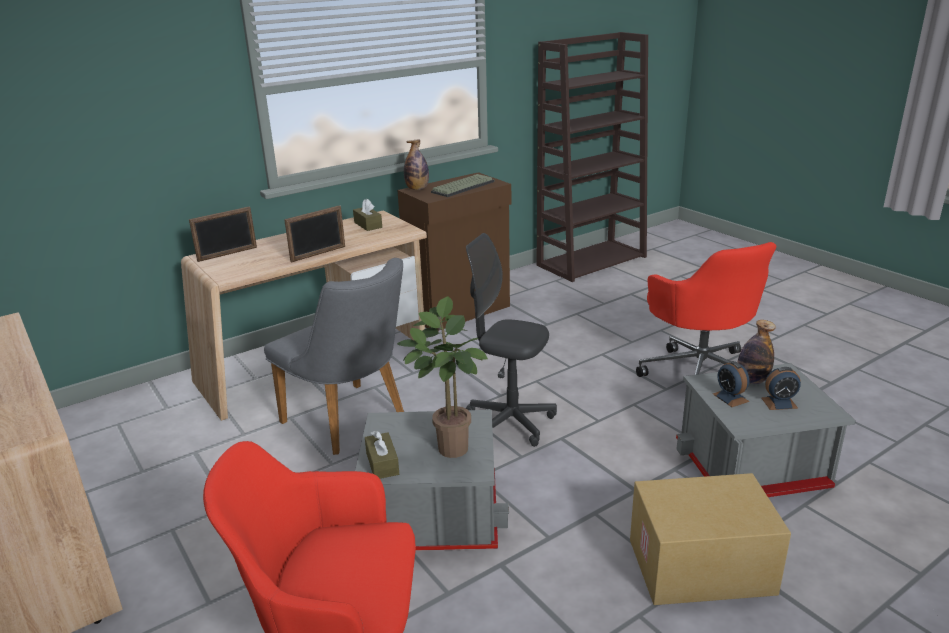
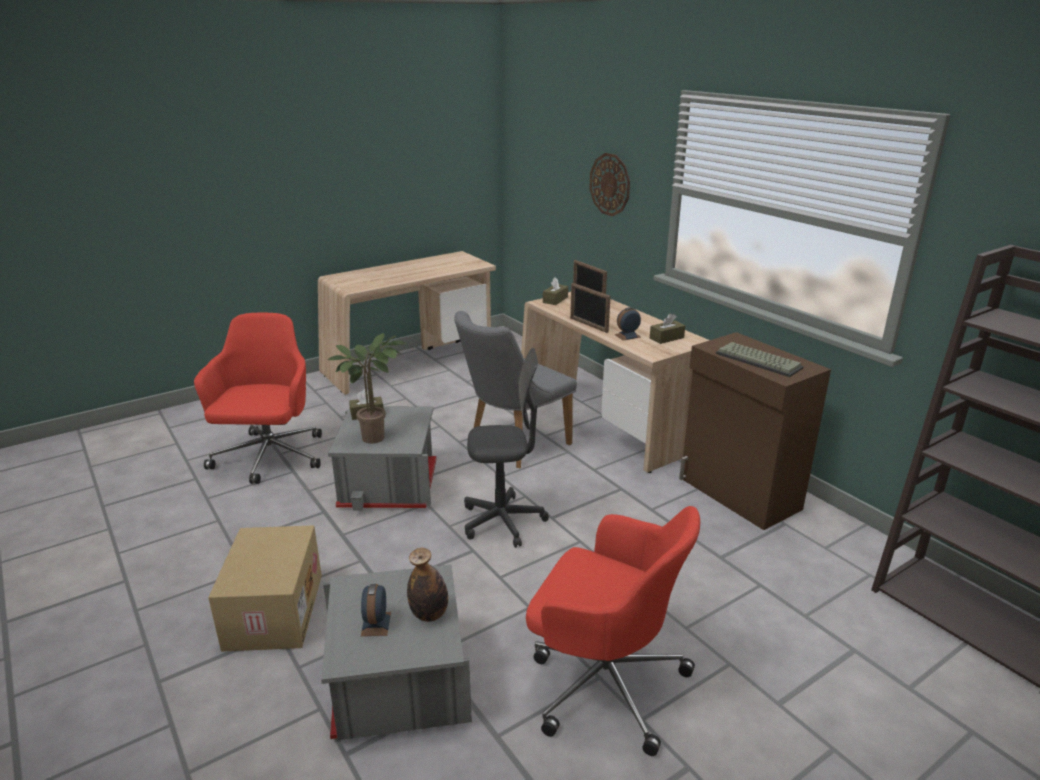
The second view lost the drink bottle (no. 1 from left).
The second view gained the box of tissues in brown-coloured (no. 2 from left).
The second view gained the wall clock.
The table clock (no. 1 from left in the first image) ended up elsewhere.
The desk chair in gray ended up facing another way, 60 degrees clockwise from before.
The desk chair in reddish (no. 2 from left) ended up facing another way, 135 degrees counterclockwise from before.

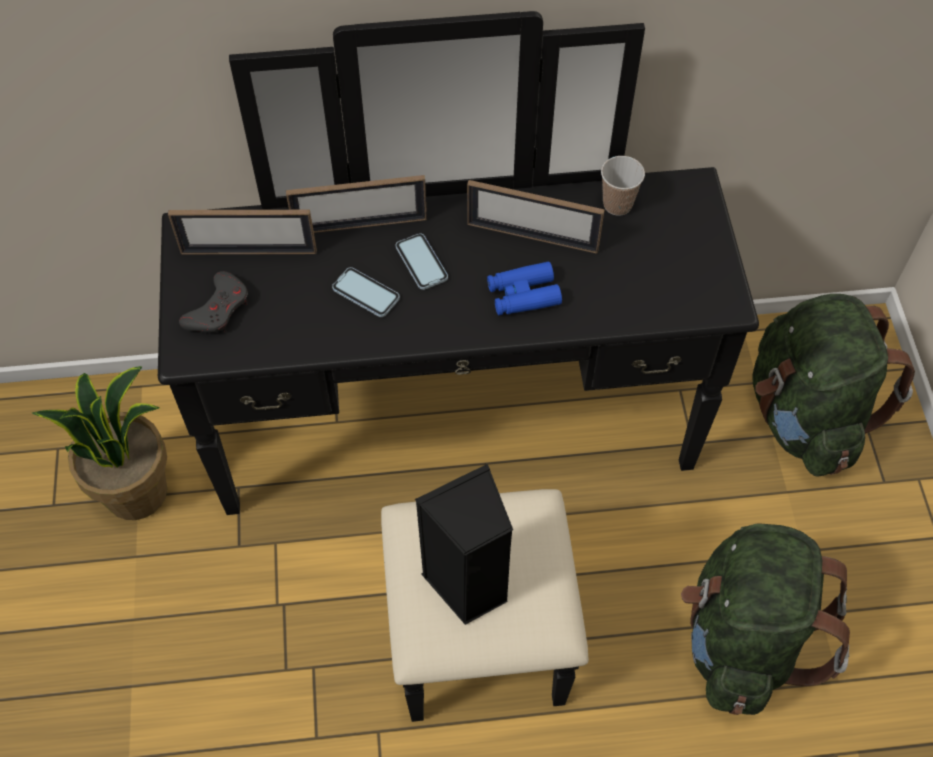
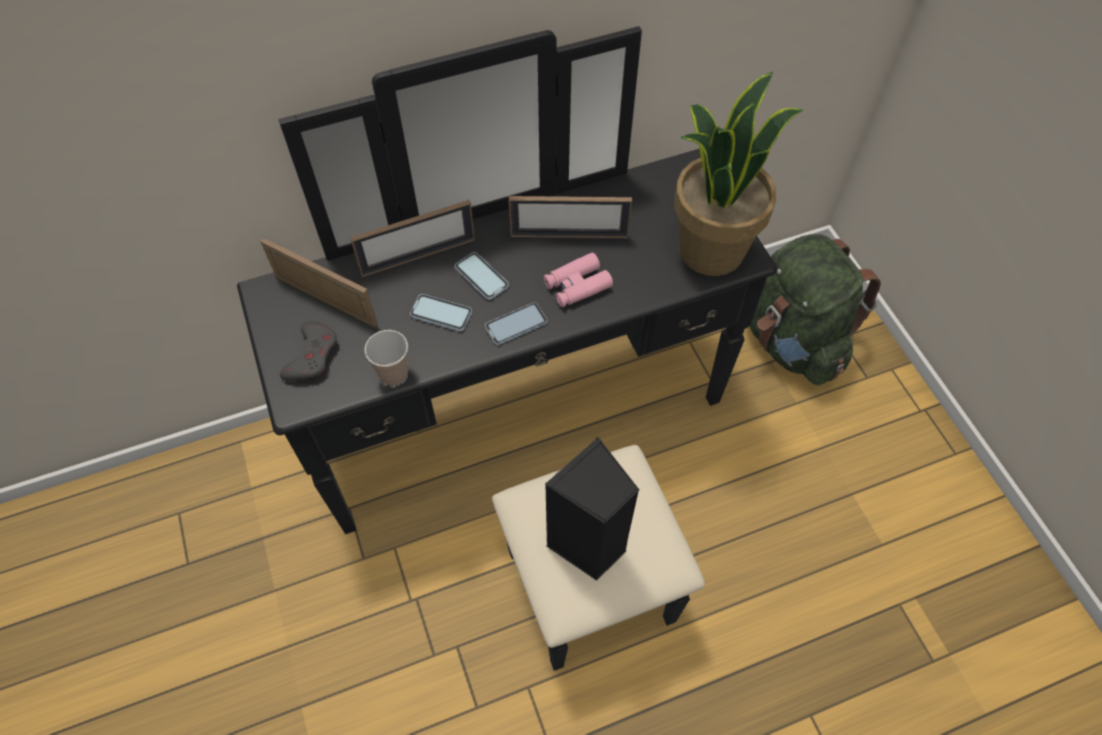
The second view lost the backpack in green-coloured (no. 1 from left).
The second view gained the telephone (no. 3 from left).
The plant in a pot ended up elsewhere.
The small cup ended up elsewhere.
What was the binoculars in bluish turned into the binoculars in pinkish.
The standing frame (no. 1 from left) ended up facing another way, 135 degrees counterclockwise from before.

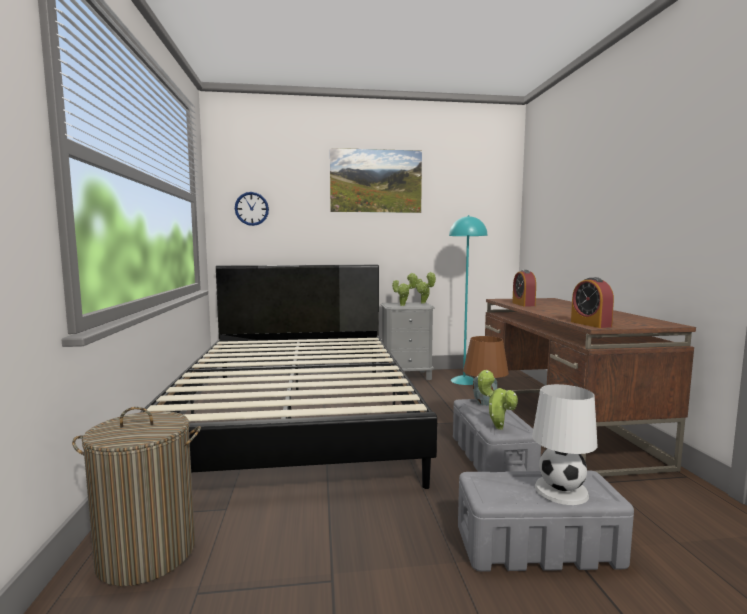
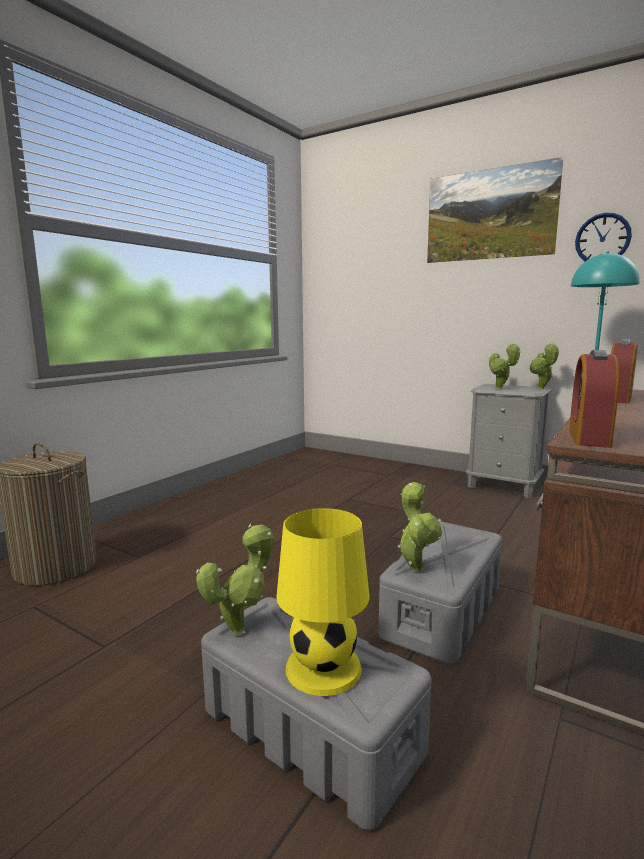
The second view lost the bedroom bed in blackish.
The second view lost the table lamp in brown-coloured.
The second view gained the plant in a pot (no. 1 from left).
The wall clock ended up elsewhere.
What was the table lamp in white-coloured turned into the table lamp in yellow.

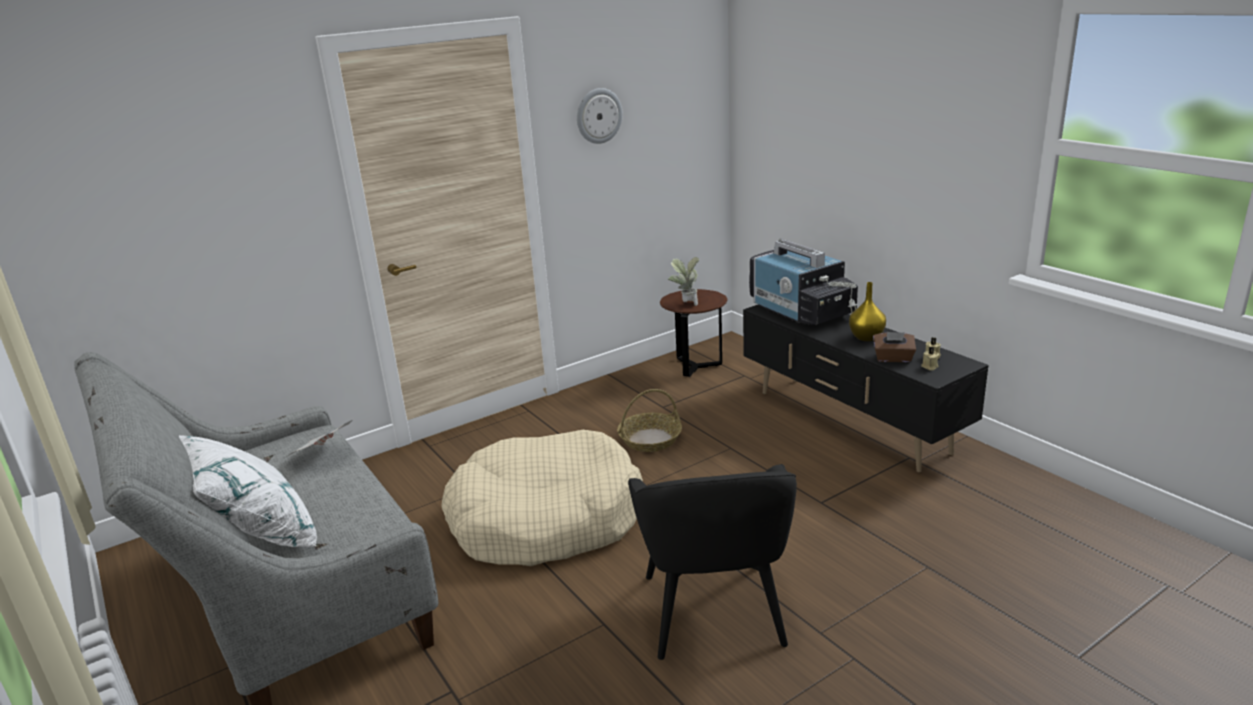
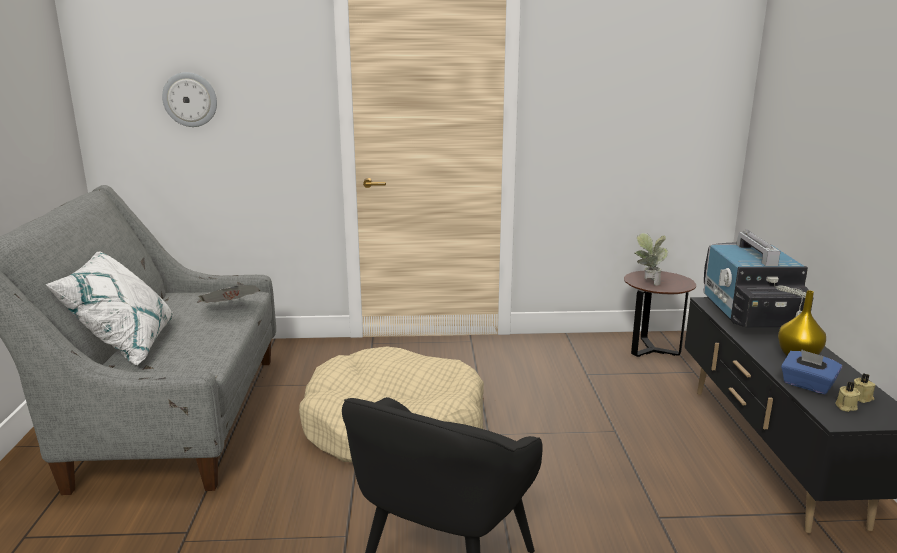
The second view lost the storage basket.
The wall clock ended up elsewhere.
What was the box of tissues in brown-coloured turned into the box of tissues in bluish.

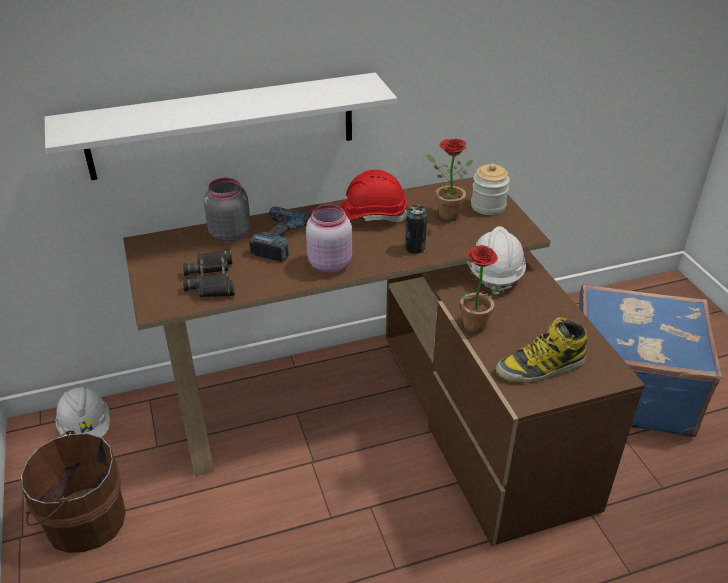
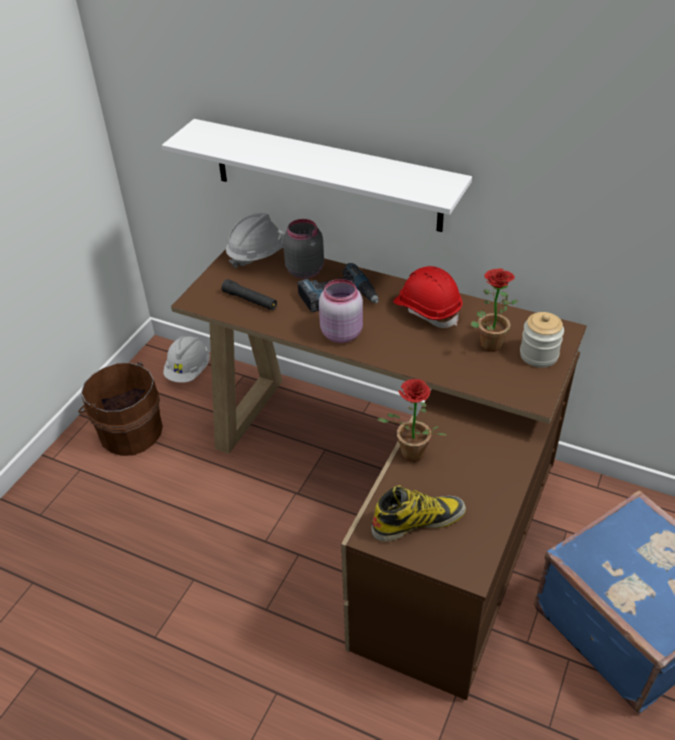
The second view lost the can.
The work helmet in white-coloured (no. 2 from left) ended up elsewhere.
Where the binoculars in blackish stood, the hand torch in blackish came to stand.
The high-top boot ended up facing another way, 135 degrees clockwise from before.

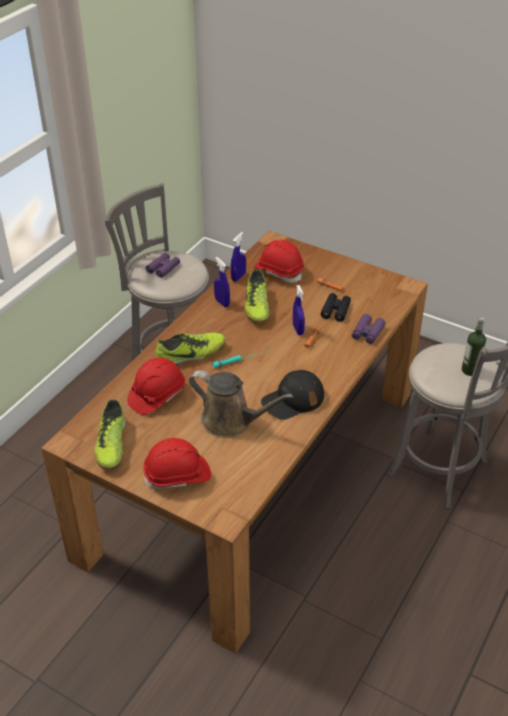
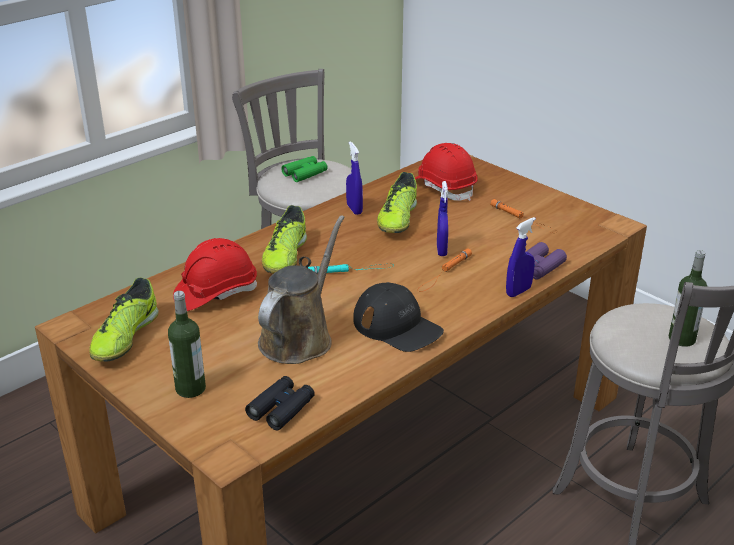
The sprayer in bluish (no. 2 from left in the first image) ended up elsewhere.
The binoculars in blackish ended up elsewhere.
Where the work helmet in reddish (no. 2 from left) stood, the drink bottle (no. 1 from left) came to stand.
What was the binoculars in purple (no. 1 from left) turned into the binoculars in green-coloured.
The shoe (no. 2 from left) ended up facing another way, 105 degrees clockwise from before.
The sprinkling can in brown-coloured ended up facing another way, 105 degrees counterclockwise from before.
The peaked cap in blackish ended up facing another way, 120 degrees counterclockwise from before.

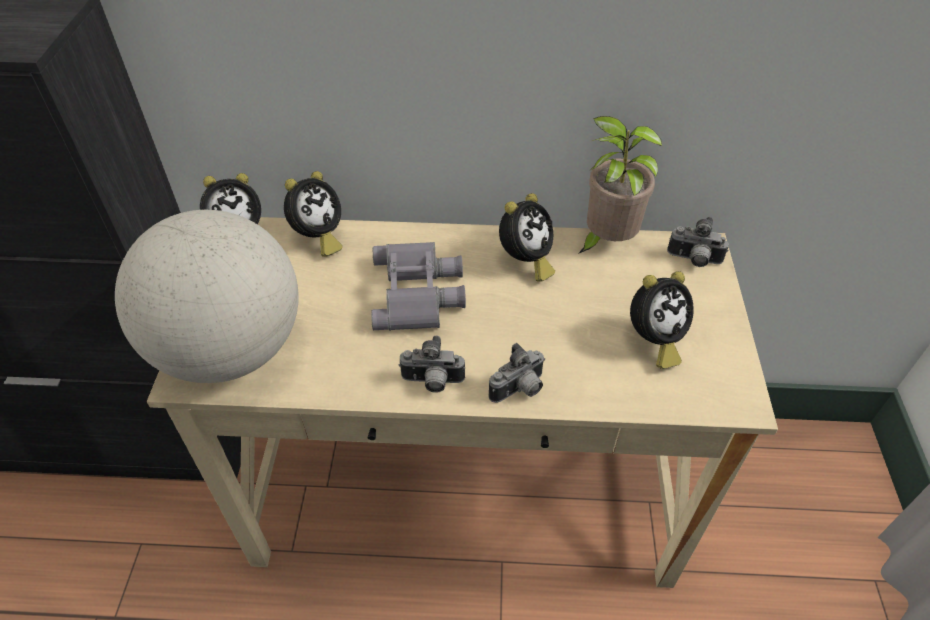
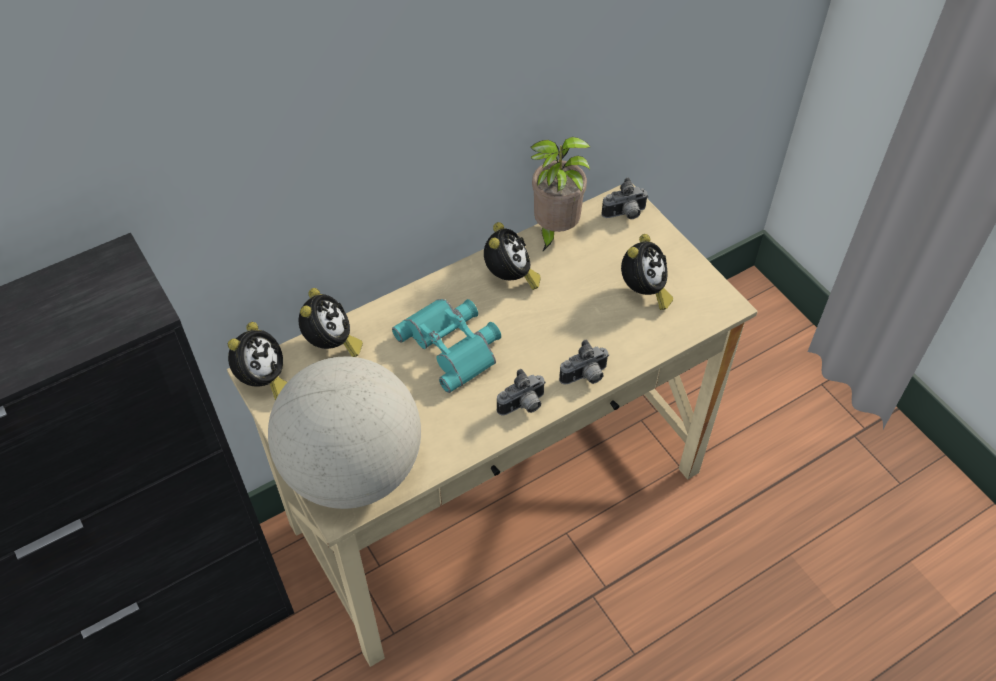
What was the binoculars in gray turned into the binoculars in turquoise-coloured.
The photo camera (no. 2 from left) ended up facing another way, 45 degrees clockwise from before.

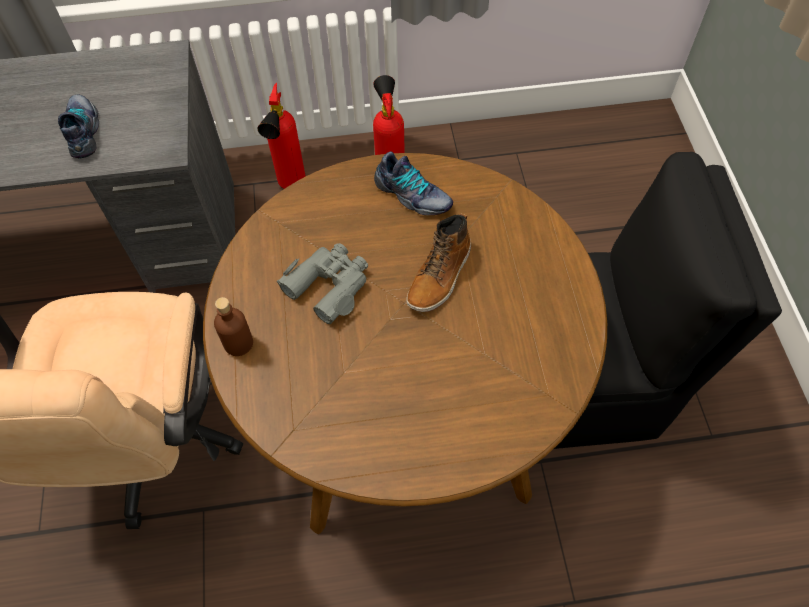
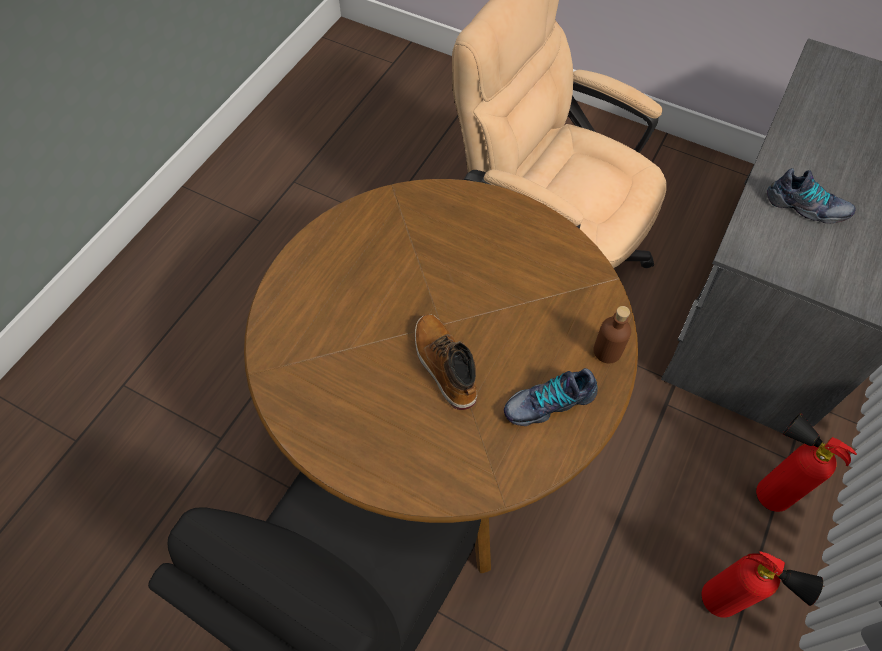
The second view lost the binoculars in gray.
The drink bottle in brown-coloured ended up elsewhere.

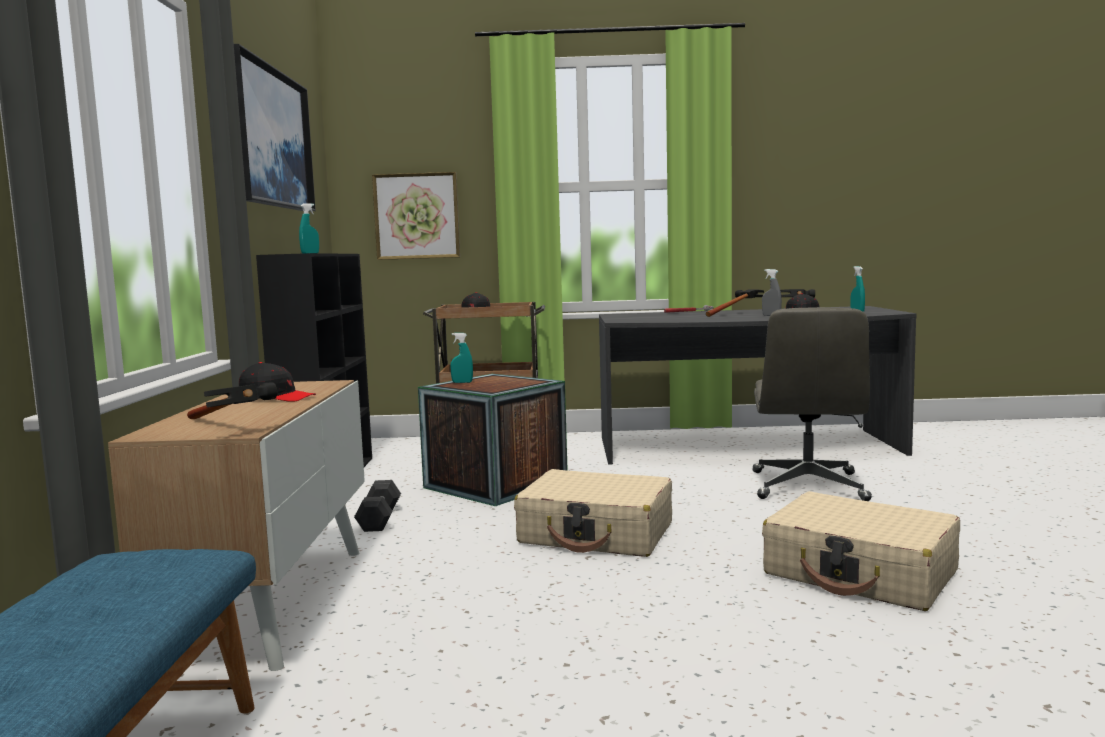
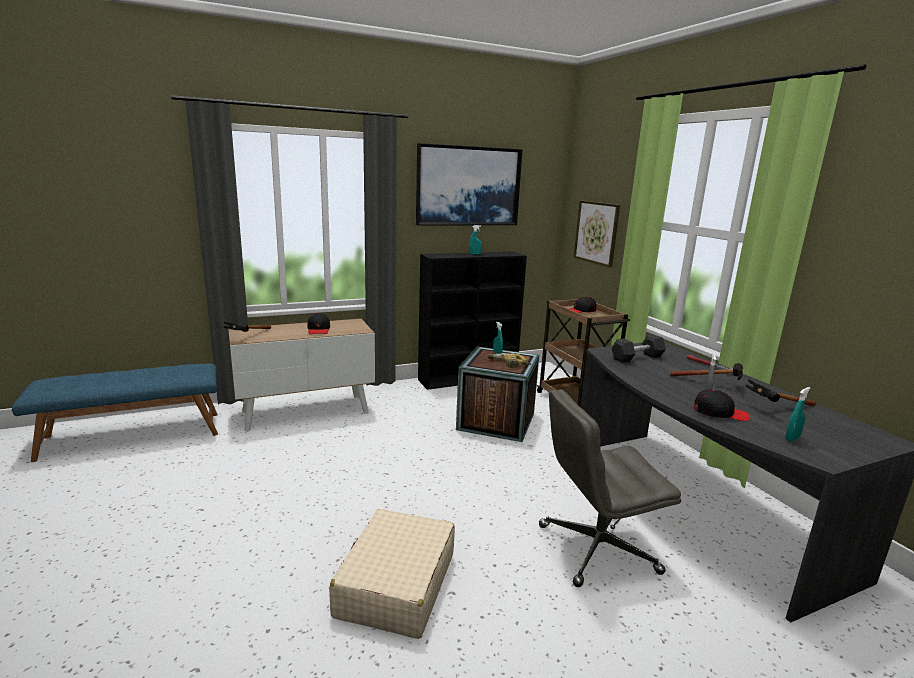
The second view lost the travel case in beige-coloured (no. 1 from left).
The second view gained the electric drill.
The free weight in gray ended up elsewhere.

